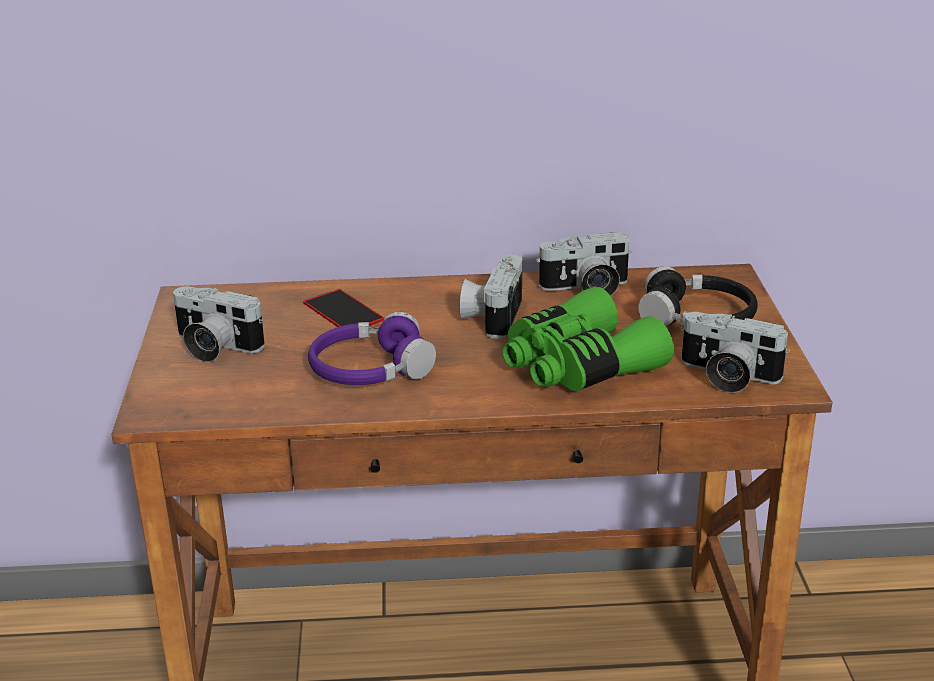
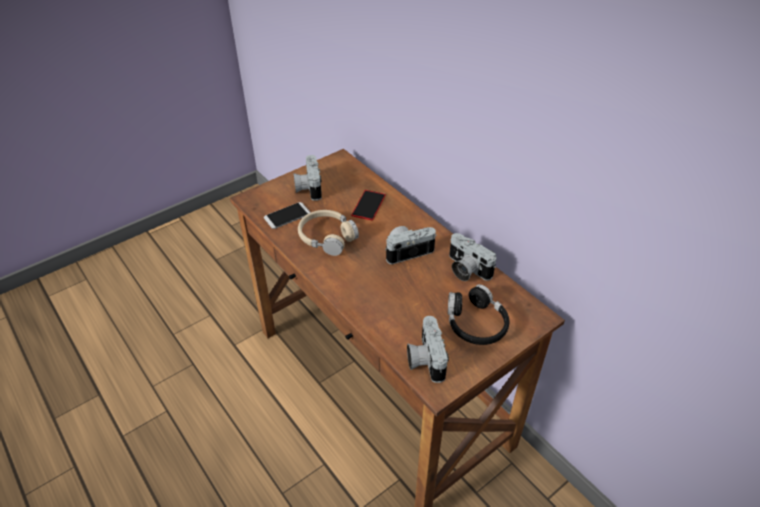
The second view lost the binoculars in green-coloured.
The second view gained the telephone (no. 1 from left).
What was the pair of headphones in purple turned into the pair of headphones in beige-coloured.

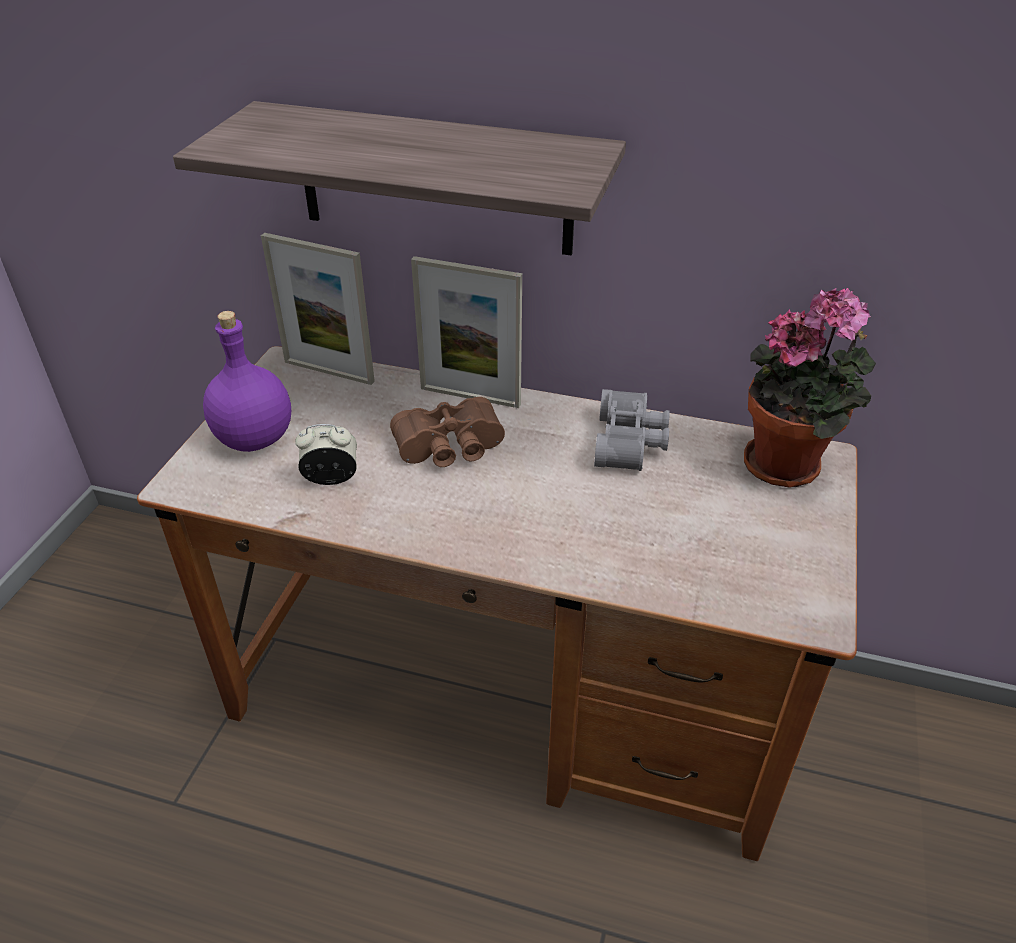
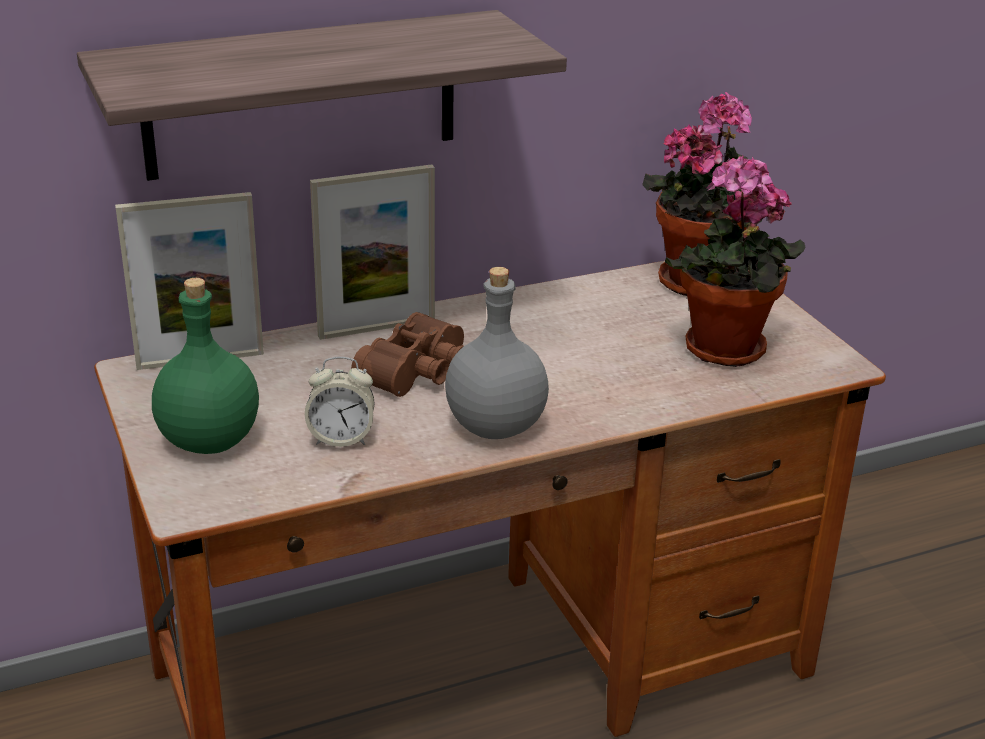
The second view lost the binoculars in gray.
The second view gained the drink bottle in gray.
The second view gained the plant in a pot (no. 2 from left).
What was the drink bottle in purple turned into the drink bottle in green-coloured.
The table clock ended up facing another way, 135 degrees counterclockwise from before.

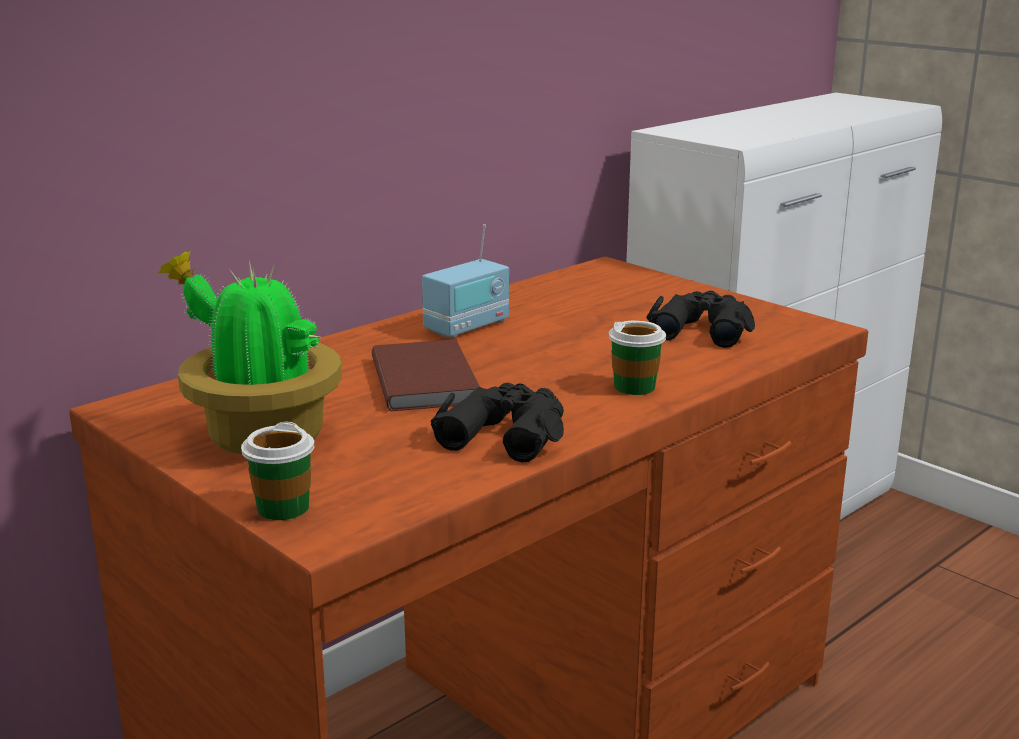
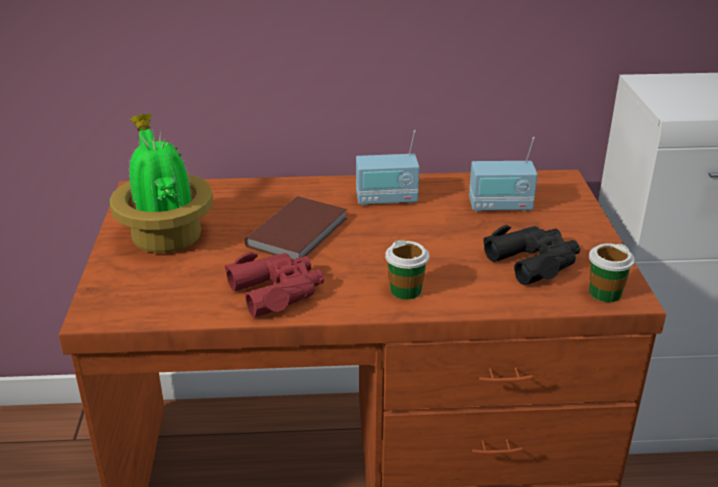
The second view gained the radio (no. 2 from left).
The small cup (no. 1 from left in the first image) ended up elsewhere.
What was the binoculars in blackish (no. 1 from left) turned into the binoculars in reddish.

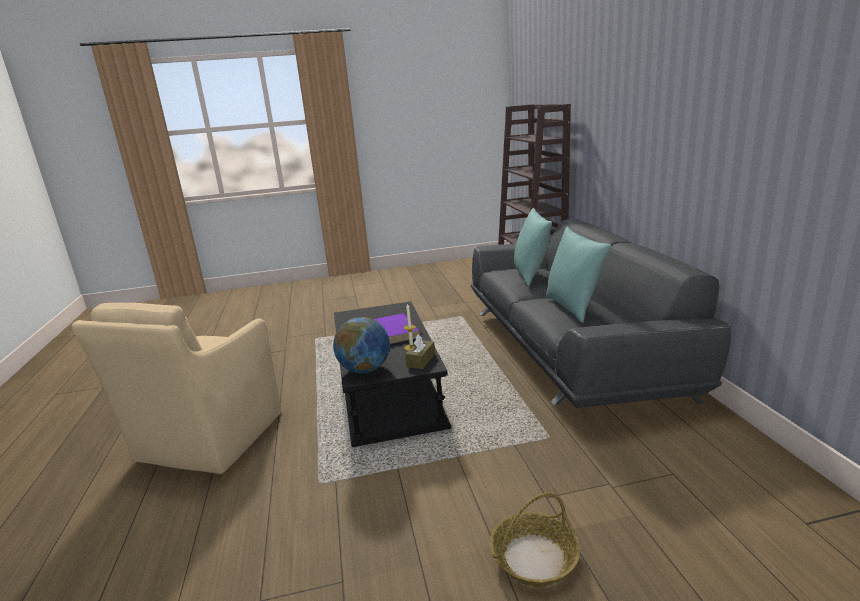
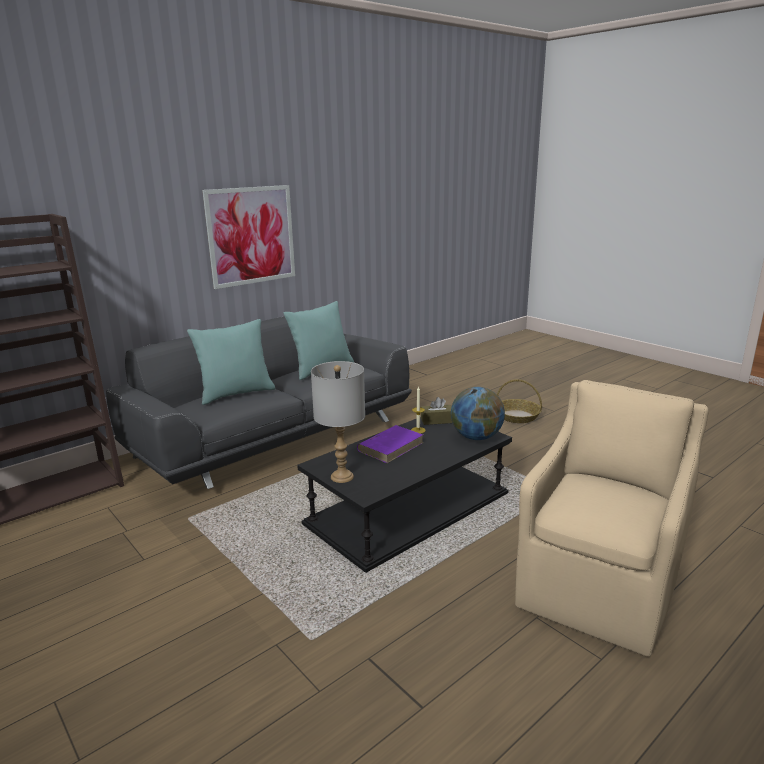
The second view gained the wall picture.
The second view gained the table lamp in gray.
The armchair in beige-coloured ended up facing another way, 45 degrees counterclockwise from before.

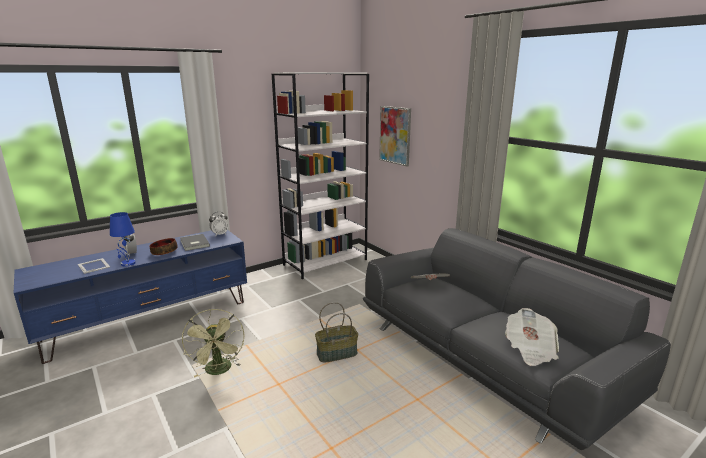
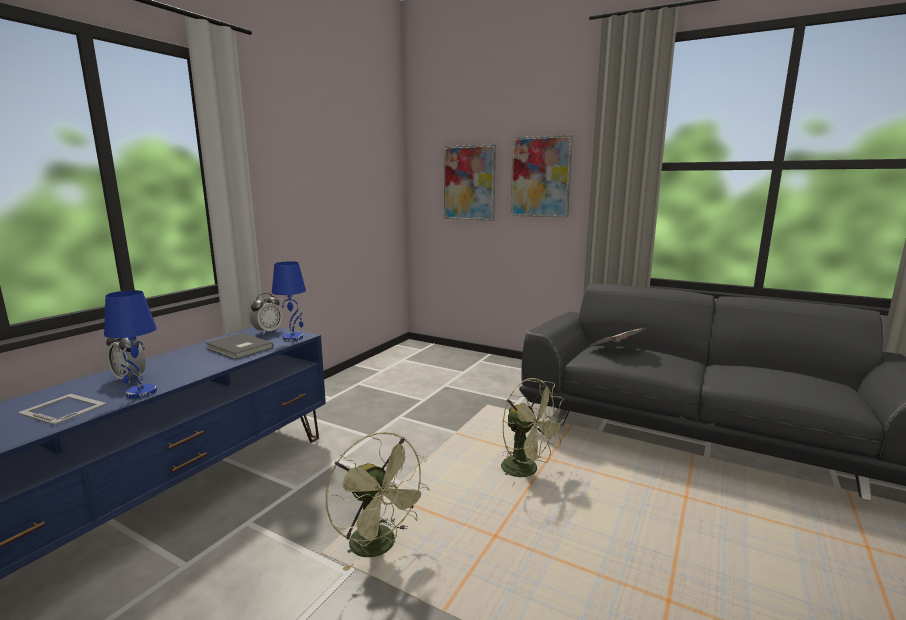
The second view lost the bowl.
The second view lost the shelving unit in white-coloured.
The second view lost the daily paper (no. 2 from left).
The second view gained the table lamp in bluish (no. 2 from left).
The second view gained the wall picture (no. 2 from left).
Where the storage basket stood, the cooling fan in green-coloured (no. 2 from left) came to stand.

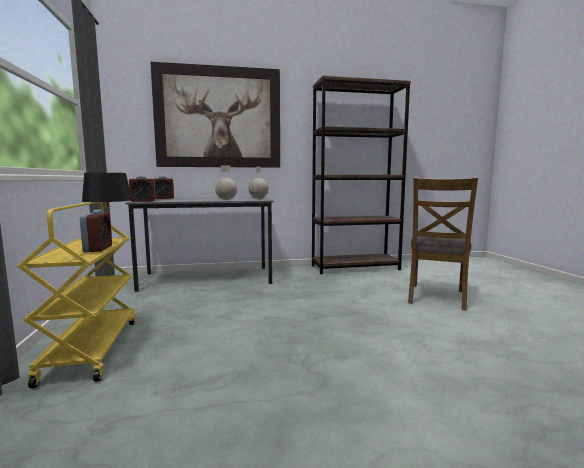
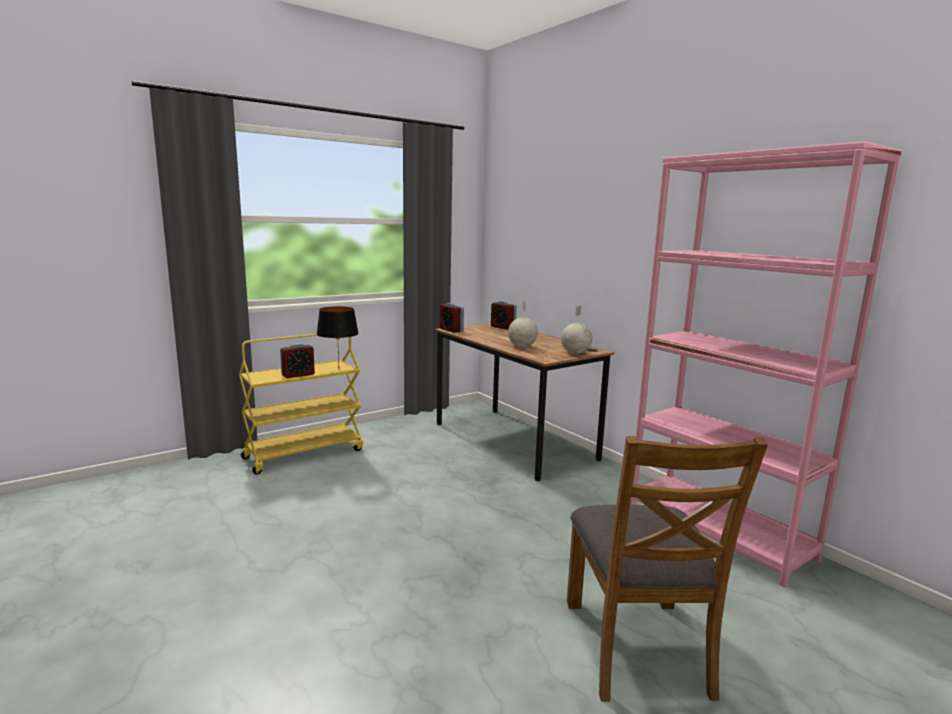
The second view lost the wall picture.
What was the desk unit in gray turned into the desk unit in brown-coloured.
What was the shelving unit in brown-coloured turned into the shelving unit in pinkish.
The upright chair in brown-coloured ended up facing another way, 90 degrees counterclockwise from before.

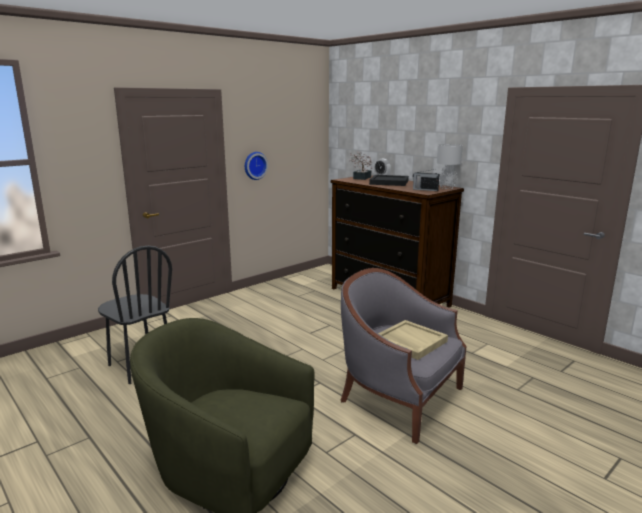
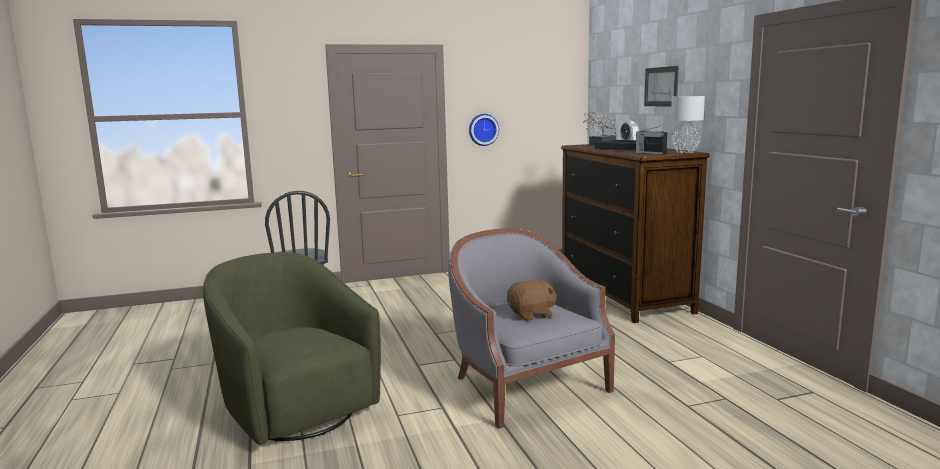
The second view gained the wall picture.
Where the carrying tray in beige-coloured stood, the cuddly toy in brown-coloured came to stand.

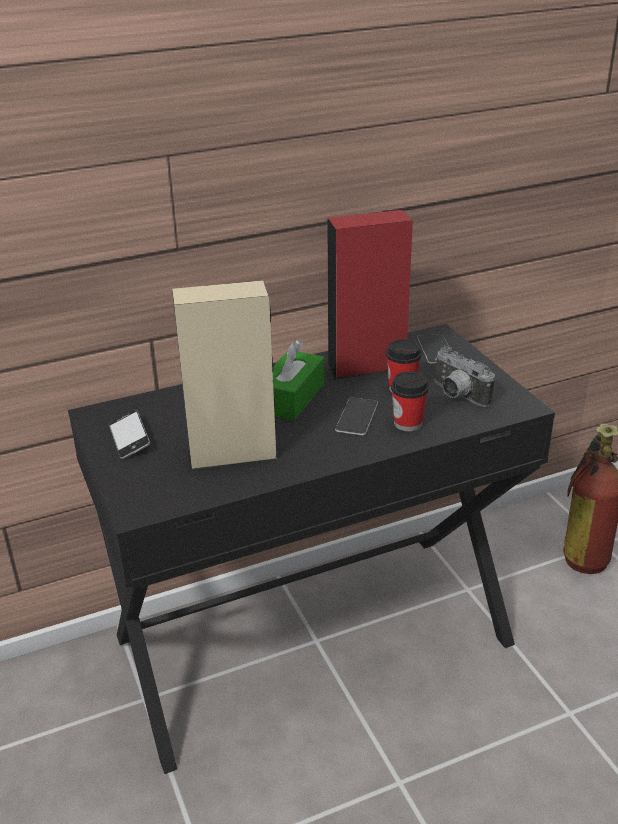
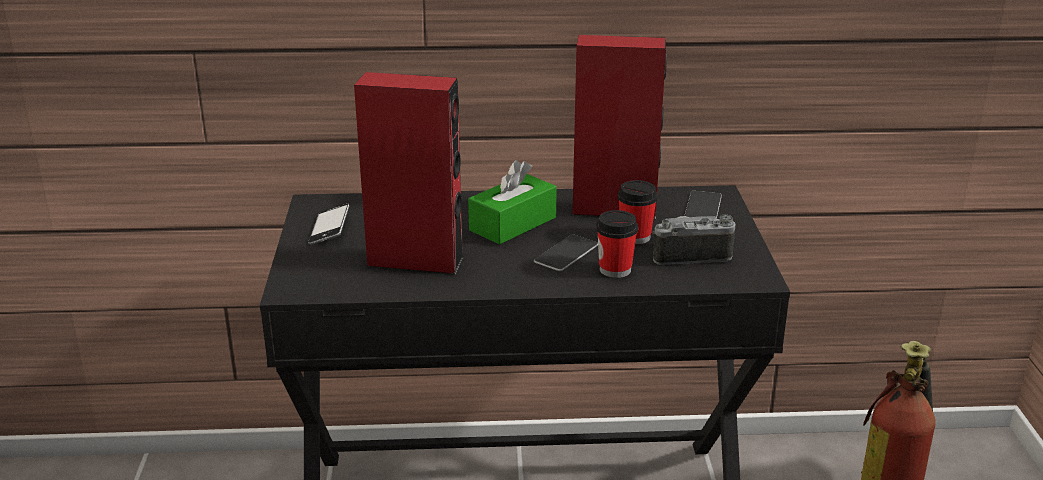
What was the loudspeaker in beige-coloured turned into the loudspeaker in reddish (no. 1 from left).
The photo camera ended up facing another way, 105 degrees clockwise from before.

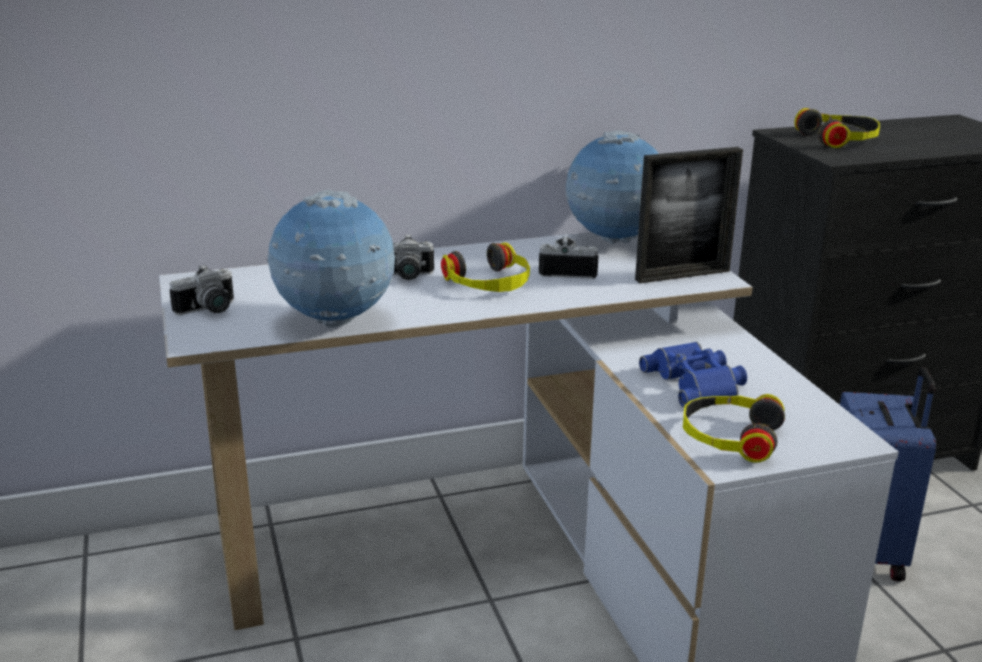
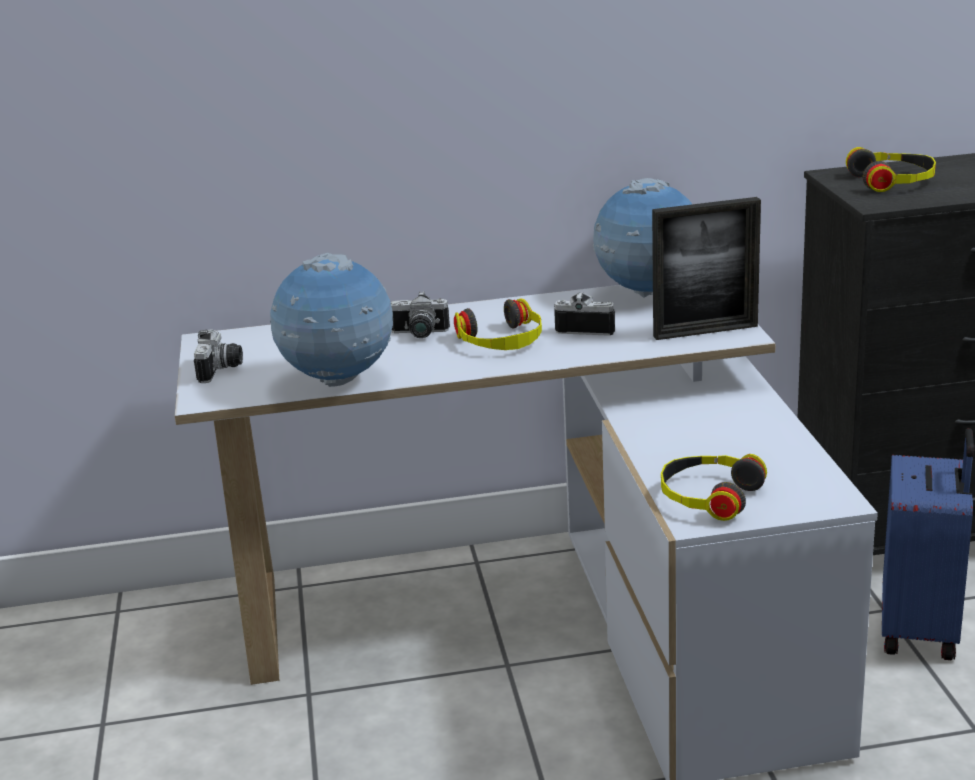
The second view lost the binoculars in bluish.
The photo camera (no. 1 from left) ended up facing another way, 60 degrees counterclockwise from before.

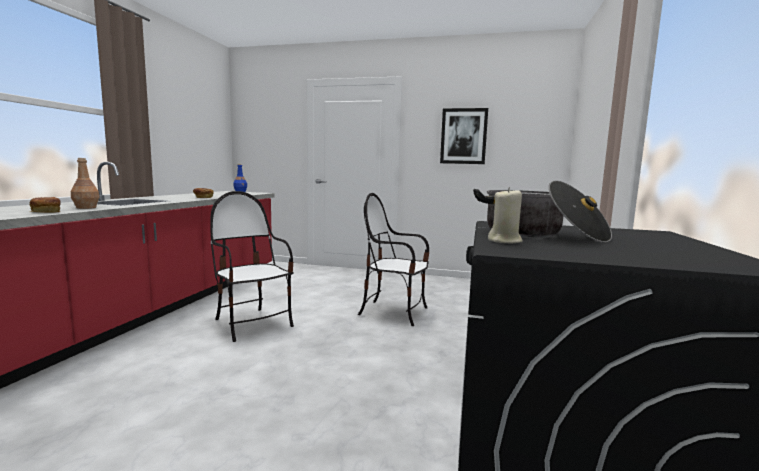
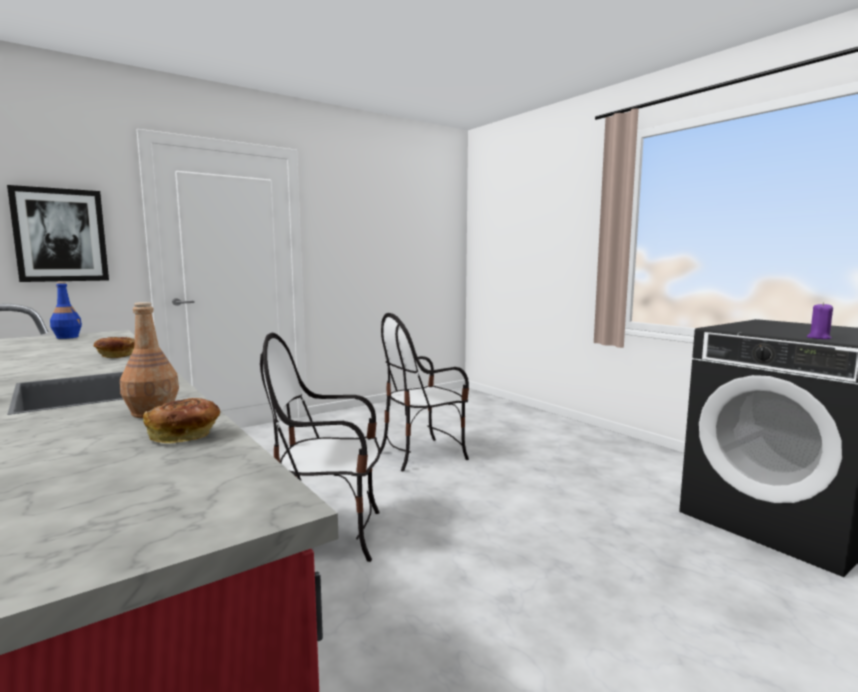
The second view lost the stockpot.
The wall picture ended up elsewhere.
What was the wax light in beige-coloured turned into the wax light in purple.

